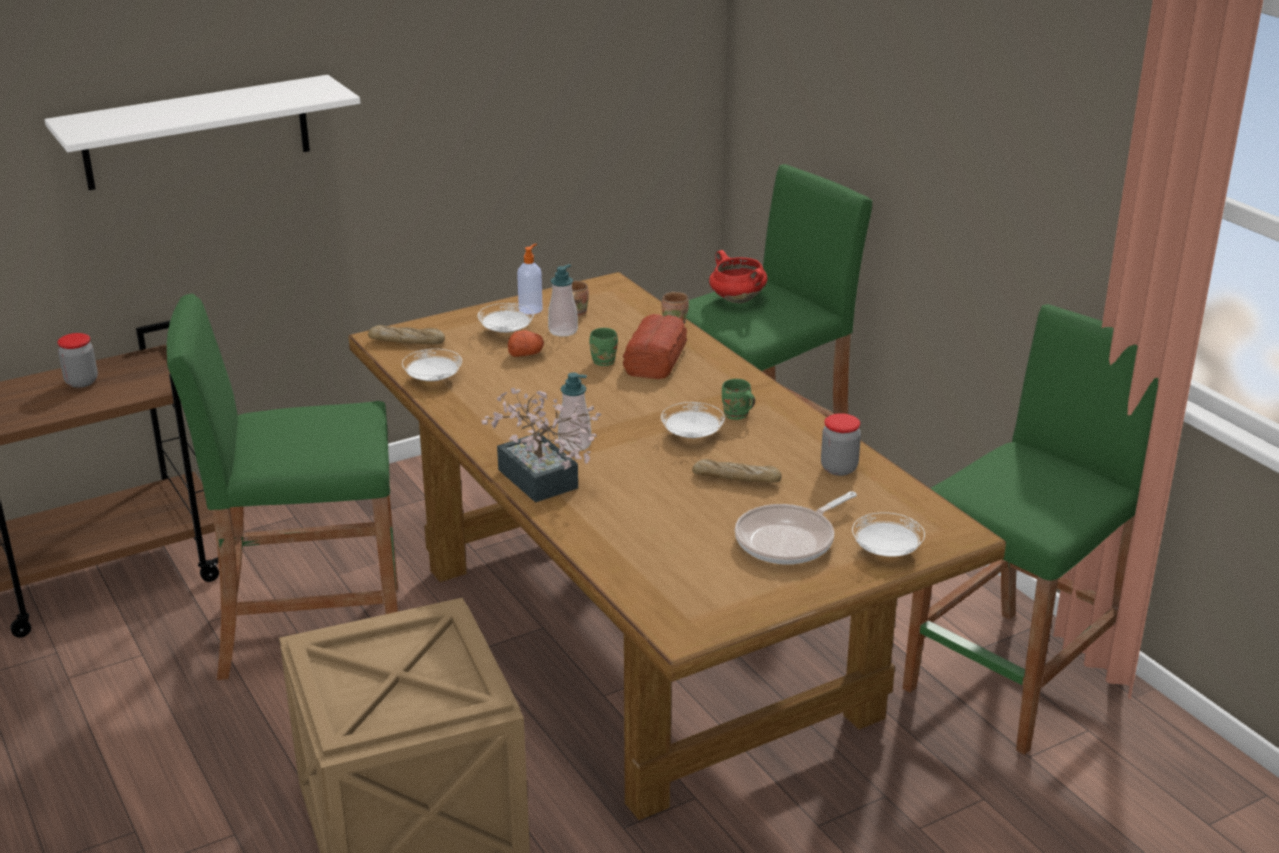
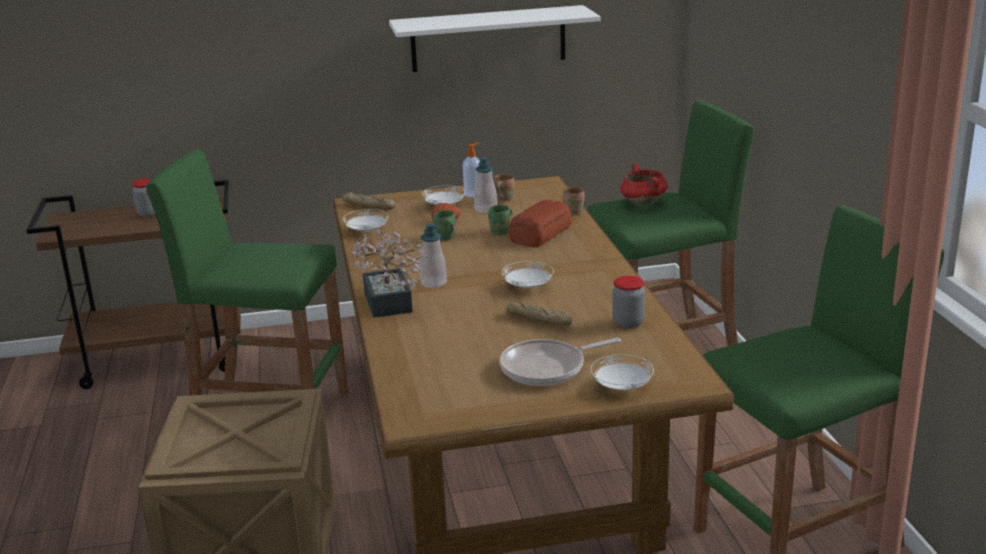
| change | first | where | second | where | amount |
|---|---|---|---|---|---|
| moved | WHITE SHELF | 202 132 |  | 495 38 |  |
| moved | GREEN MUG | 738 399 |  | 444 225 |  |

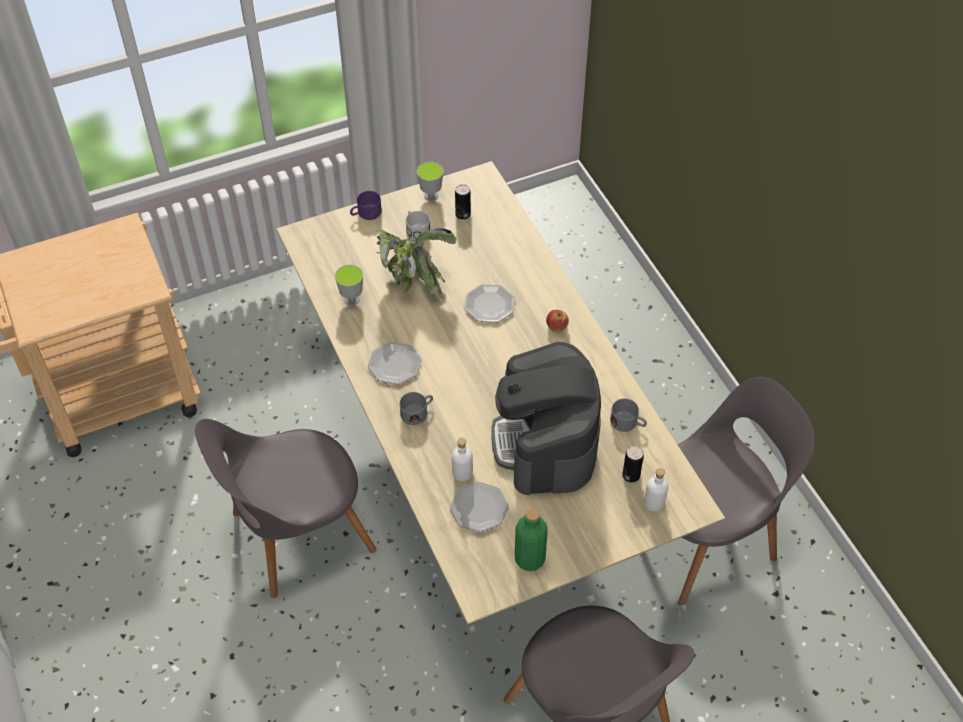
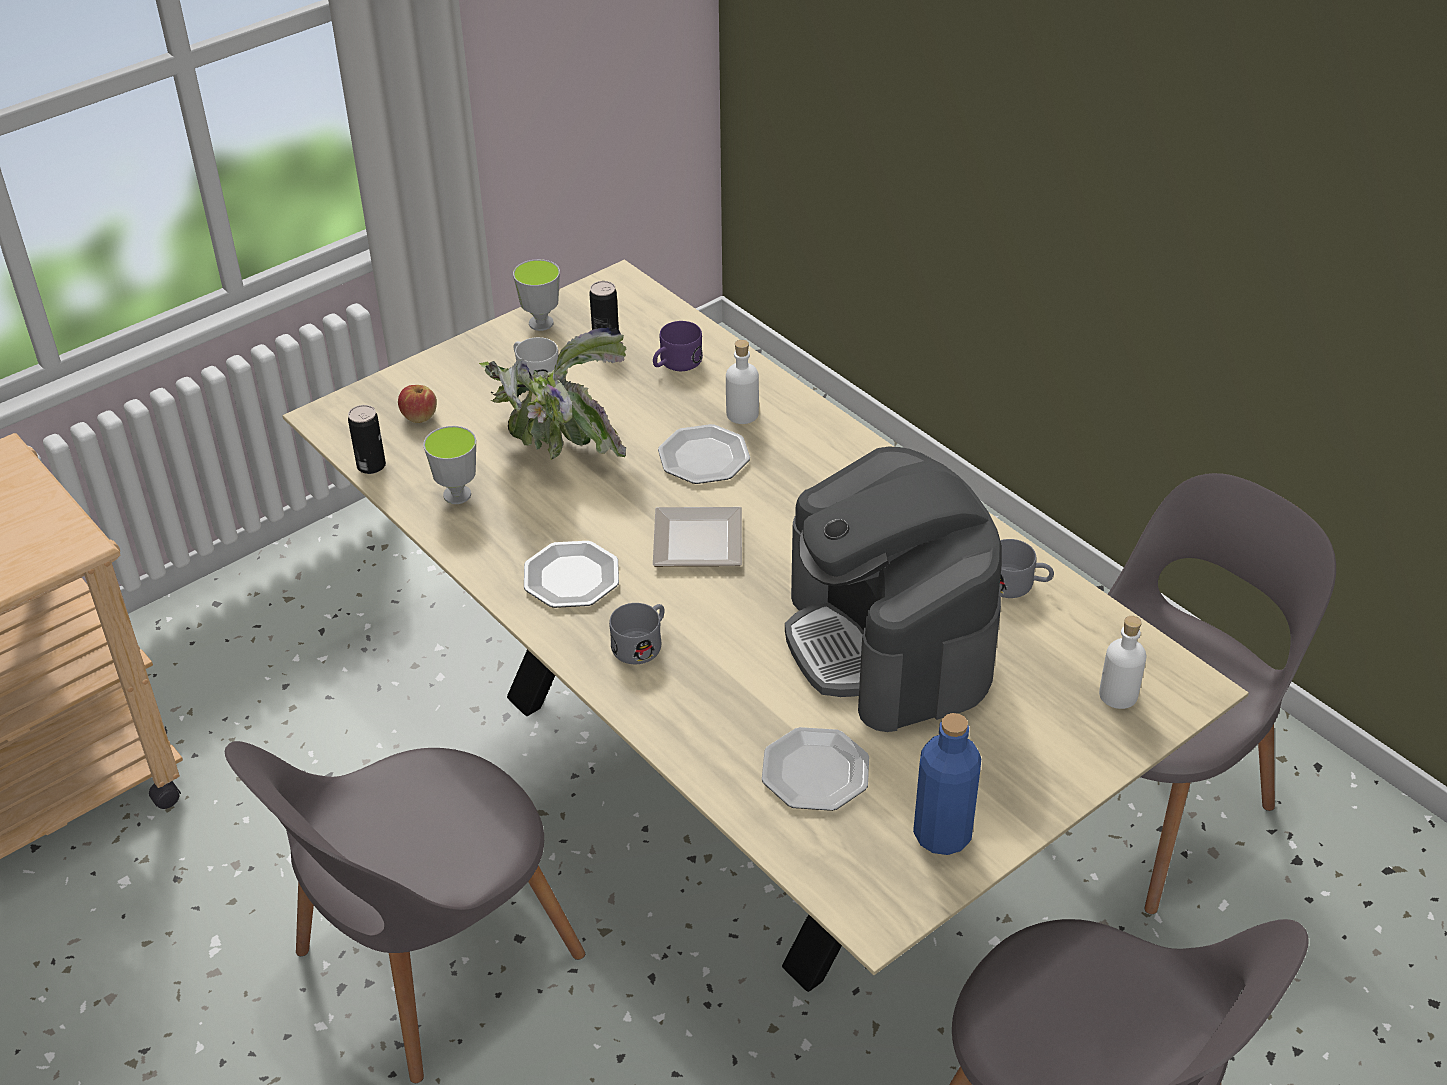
| change | first | where | second | where | amount |
|---|---|---|---|---|---|
| moved | PURPLE MUG | 366 205 |  | 678 346 |  |
| moved | WHITE BOTTLE | 462 459 |  | 742 382 |  |
| recoloured | GREEN BOTTLE | 531 539 | BLUE BOTTLE | 947 784 |  |
| moved | APPLE | 557 321 |  | 417 404 |  |
| moved | CAN | 633 464 |  | 367 439 |  |
| added |  |  | PLATE | 697 537 |  |

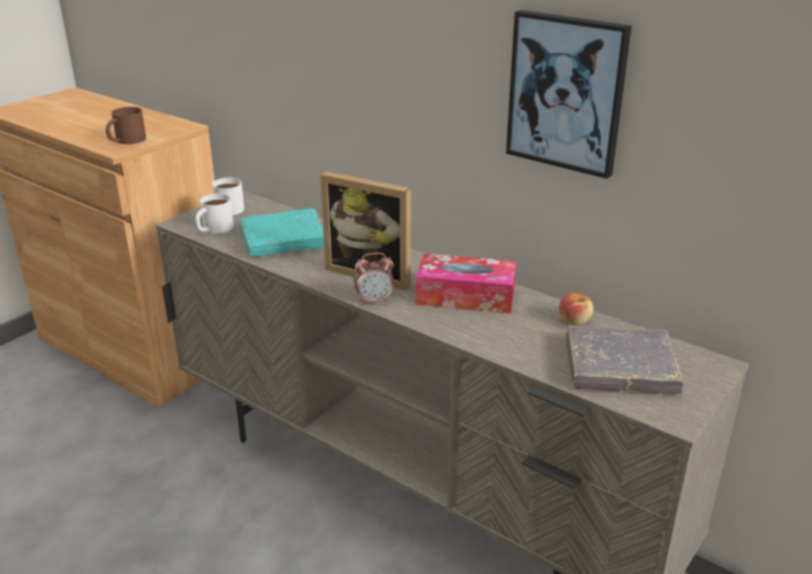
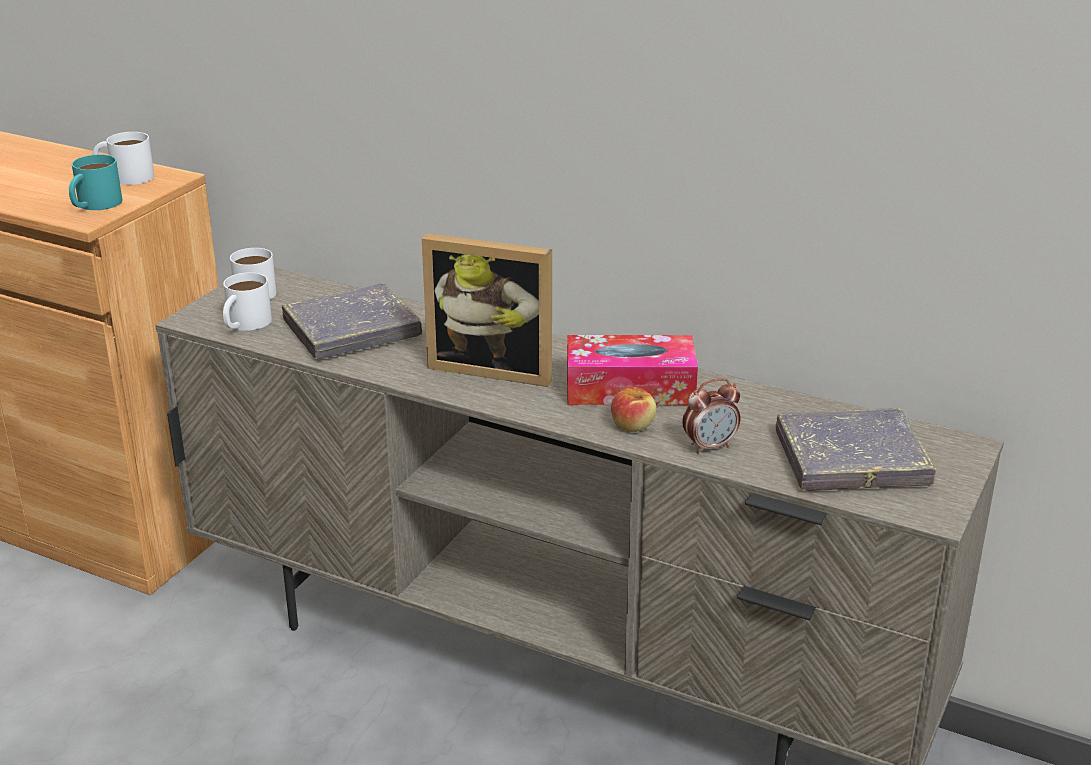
| change | first | where | second | where | amount |
|---|---|---|---|---|---|
| recoloured | BROWN MUG | 126 125 | TURQUOISE MUG | 95 182 |  |
| recoloured | TURQUOISE BOOK | 281 232 | GREY BOOK | 352 321 |  |
| moved | ALARM CLOCK | 374 278 |  | 711 416 |  |
| removed | PICTURE | 569 94 |  |  |  |
| moved | APPLE | 576 309 |  | 633 409 |  |
| added |  |  | WHITE MUG | 123 158 |  |

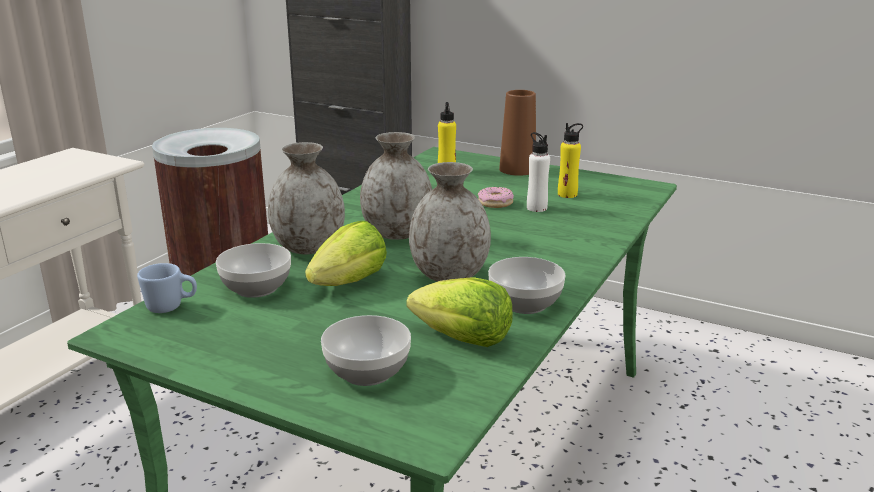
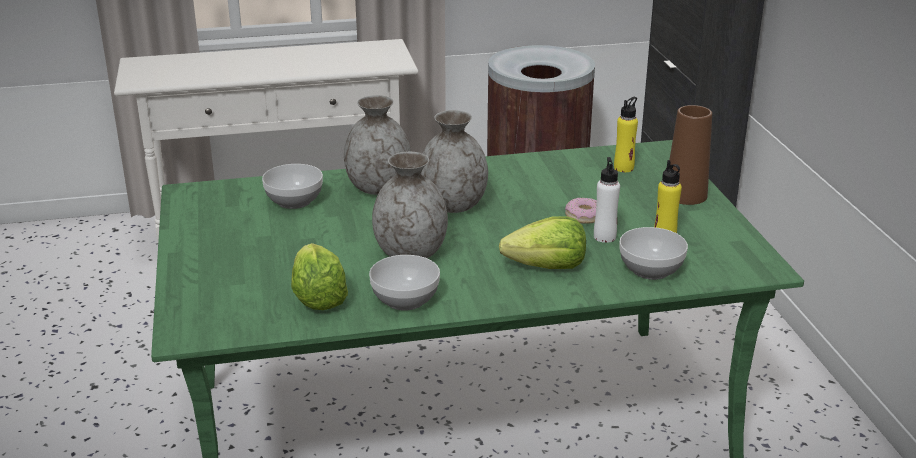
| change | first | where | second | where | amount |
|---|---|---|---|---|---|
| removed | BLUE MUG | 167 288 |  |  |  |
| moved | LETTUCE | 346 253 |  | 542 242 |  |
| moved | BOWL | 366 350 |  | 654 253 |  |

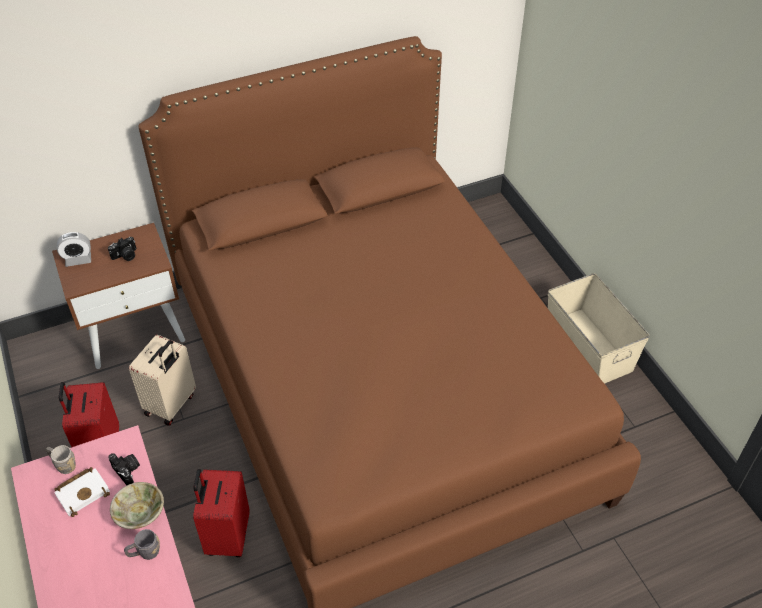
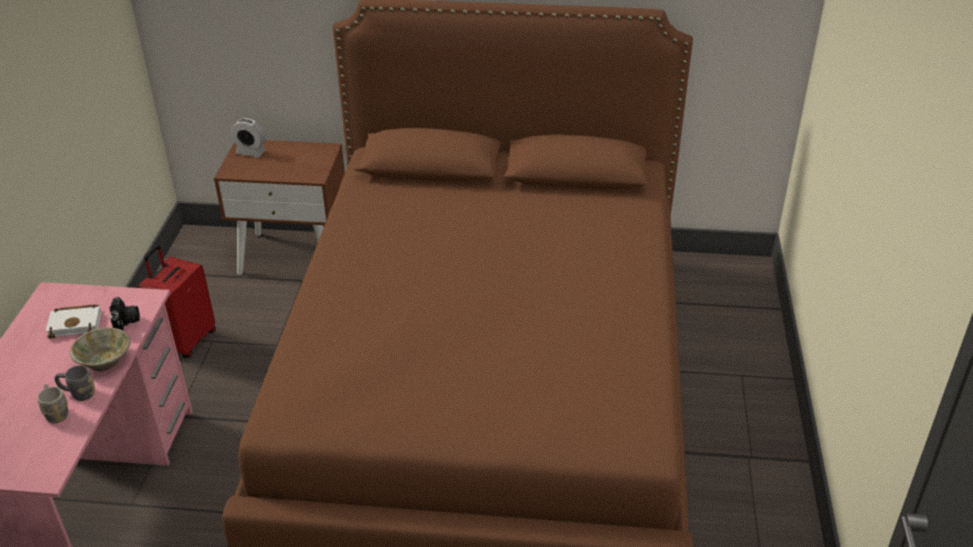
| change | first | where | second | where | amount |
|---|---|---|---|---|---|
| moved | GREY MUG | 61 459 |  | 53 403 |  |
| removed | PHOTO CAMERA | 122 249 |  |  |  |
| removed | BEIGE SUITCASE | 162 380 |  |  |  |
| removed | RED SUITCASE | 221 513 |  |  |  |
| removed | BEIGE STORAGE BOX | 599 328 |  |  |  |

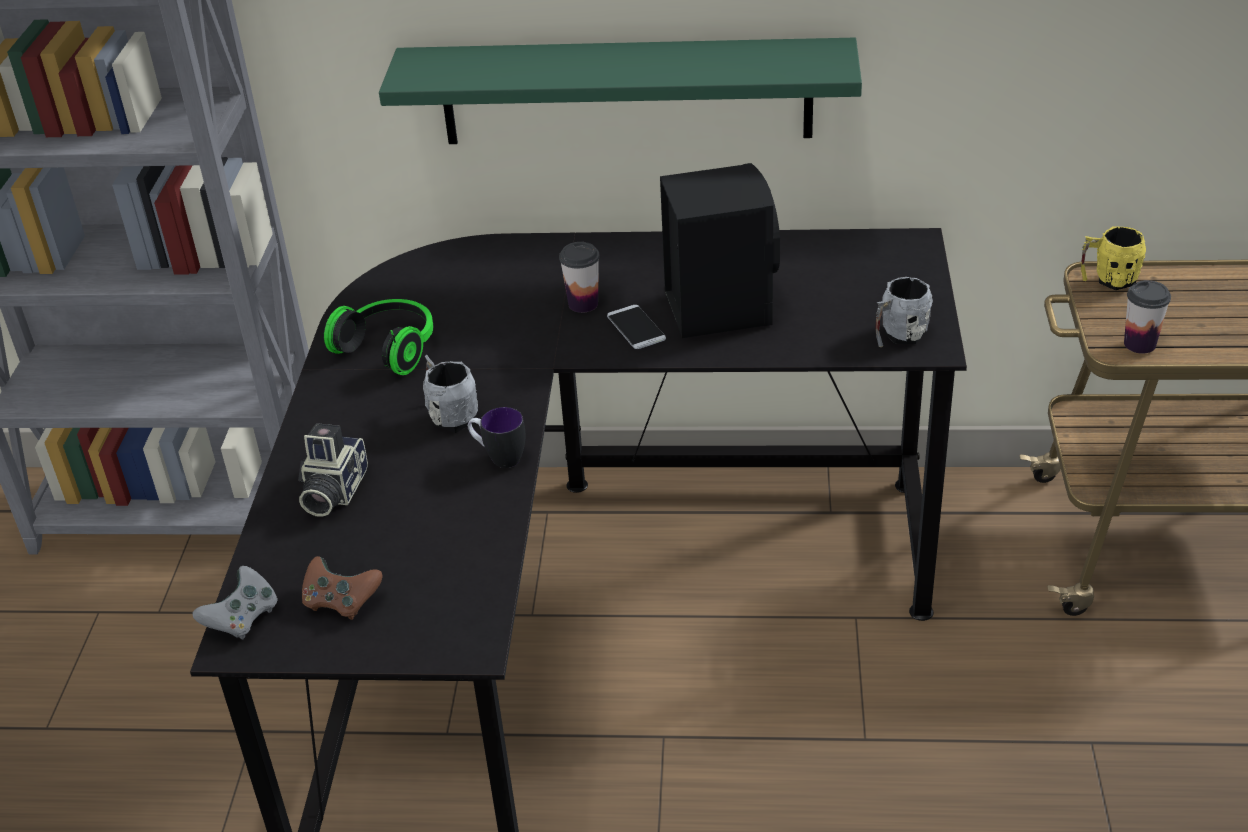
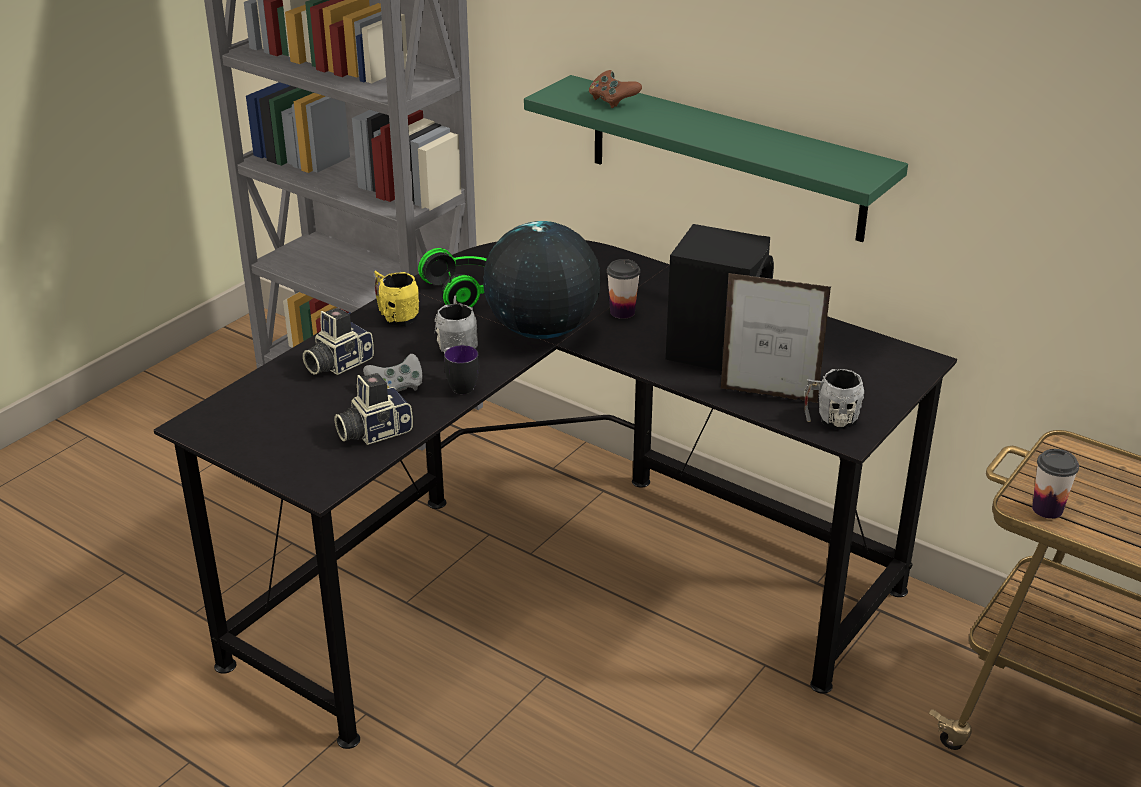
| change | first | where | second | where | amount |
|---|---|---|---|---|---|
| moved | GREY GAME CONTROLLER | 235 603 |  | 392 373 |  |
| moved | BROWN GAME CONTROLLER | 342 588 |  | 615 89 |  |
| removed | PHONE | 636 327 |  |  |  |
| moved | YELLOW MUG | 1113 258 |  | 396 298 |  |
| added |  |  | PHOTO CAMERA | 373 409 |  |
| added |  |  | GLOBE | 541 280 |  |
| added |  |  | PICTURE FRAME | 776 338 |  |

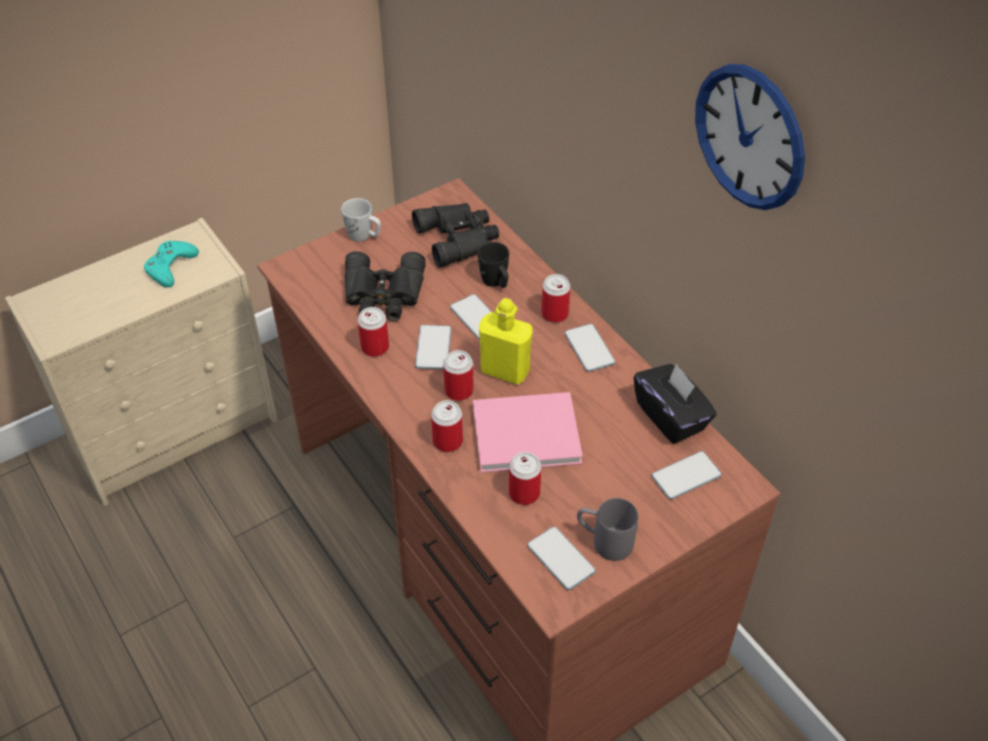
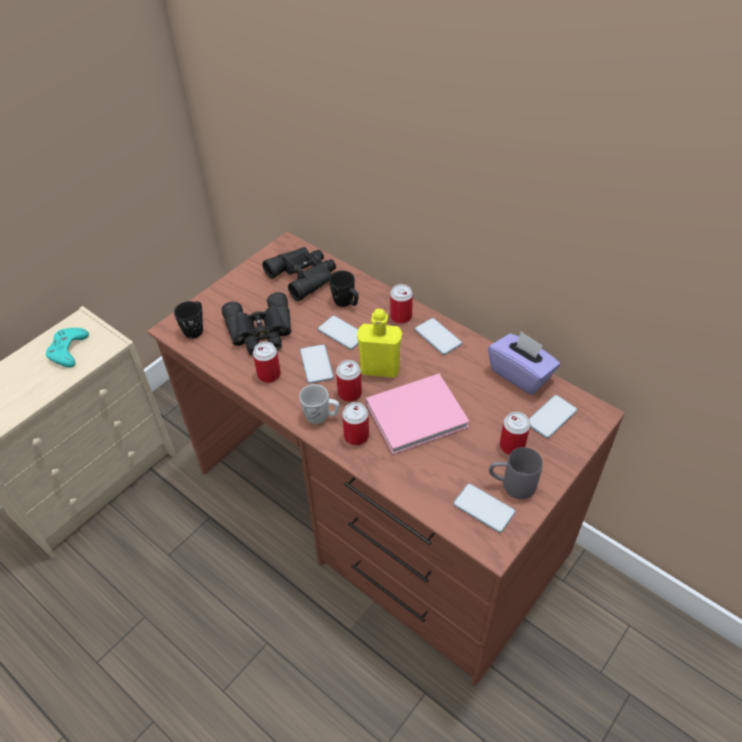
| change | first | where | second | where | amount |
|---|---|---|---|---|---|
| moved | WHITE MUG | 361 220 |  | 319 404 |  |
| moved | CAN | 525 478 |  | 515 433 |  |
| recoloured | BLACK TISSUE BOX | 675 403 | PURPLE TISSUE BOX | 524 363 |  |
| removed | WALL CLOCK | 750 137 |  |  |  |
| added |  |  | BLACK MUG | 188 319 |  |

